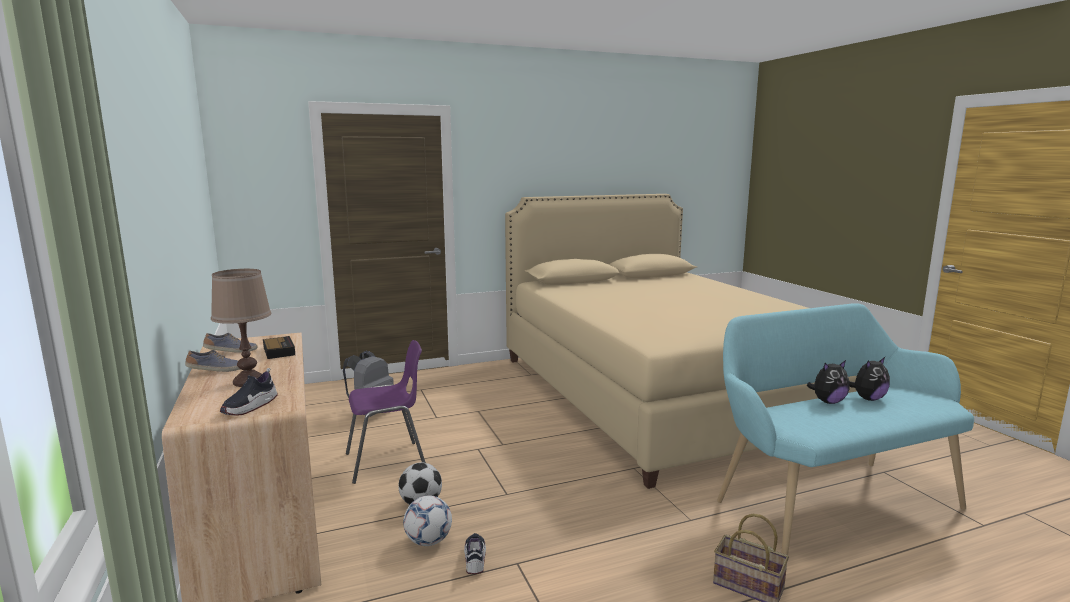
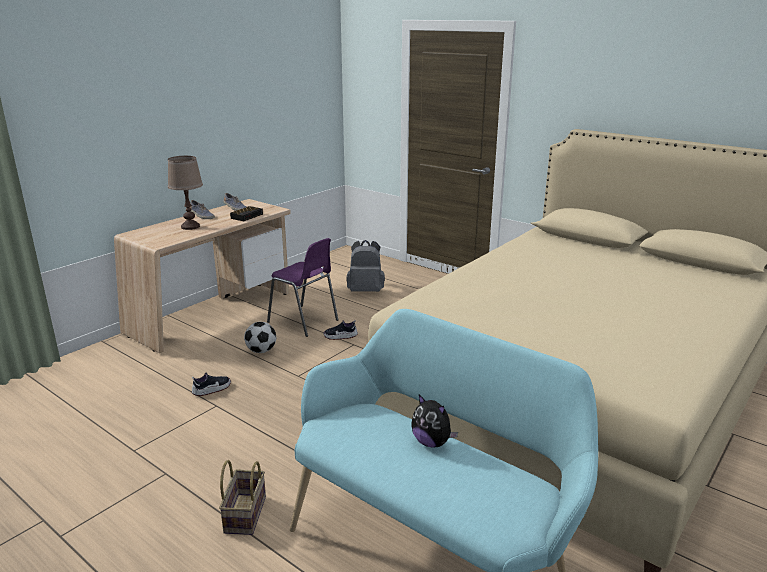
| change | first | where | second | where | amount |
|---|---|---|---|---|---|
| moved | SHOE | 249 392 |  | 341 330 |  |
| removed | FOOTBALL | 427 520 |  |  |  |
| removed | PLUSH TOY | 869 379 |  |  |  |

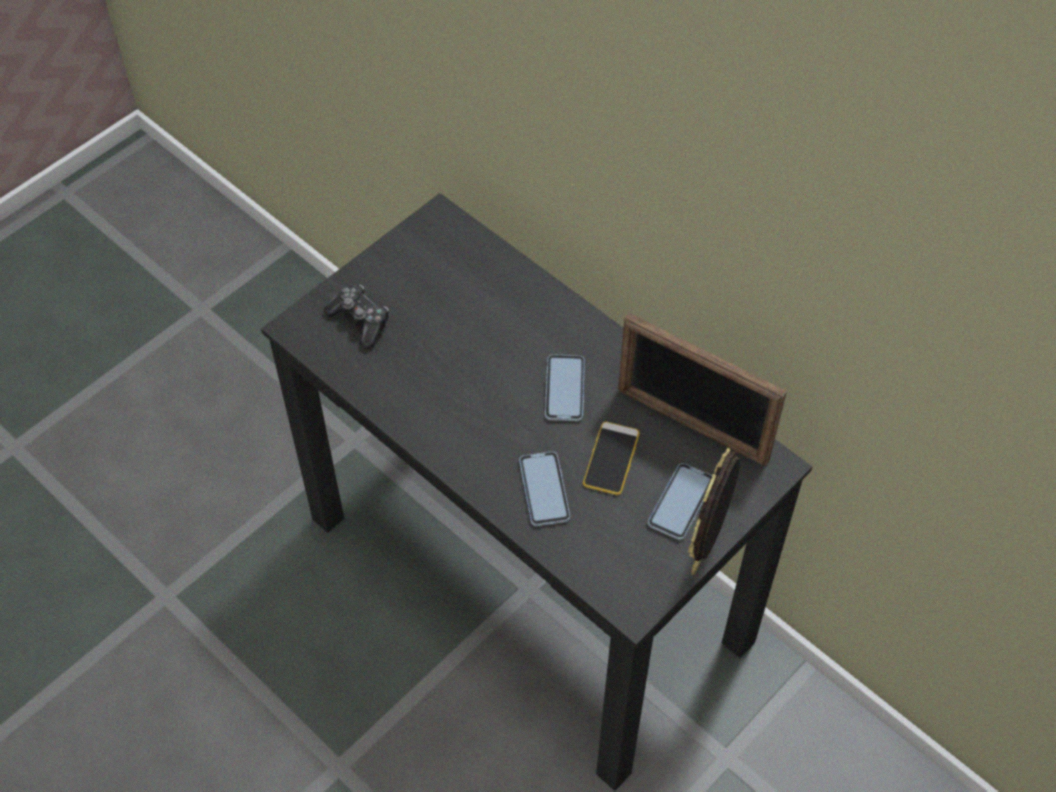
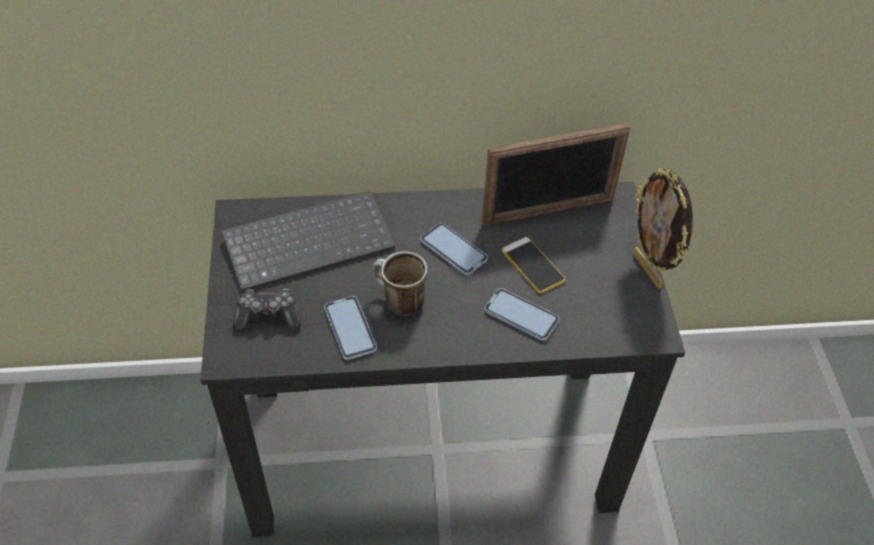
| change | first | where | second | where | amount |
|---|---|---|---|---|---|
| moved | PHONE | 680 501 |  | 350 328 |  |
| added |  |  | KEYBOARD | 308 241 |  |
| added |  |  | MUG | 399 283 |  |

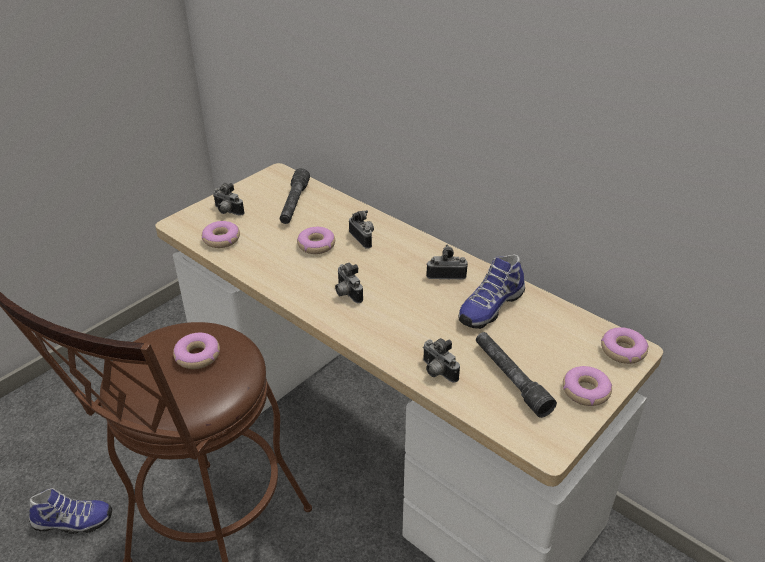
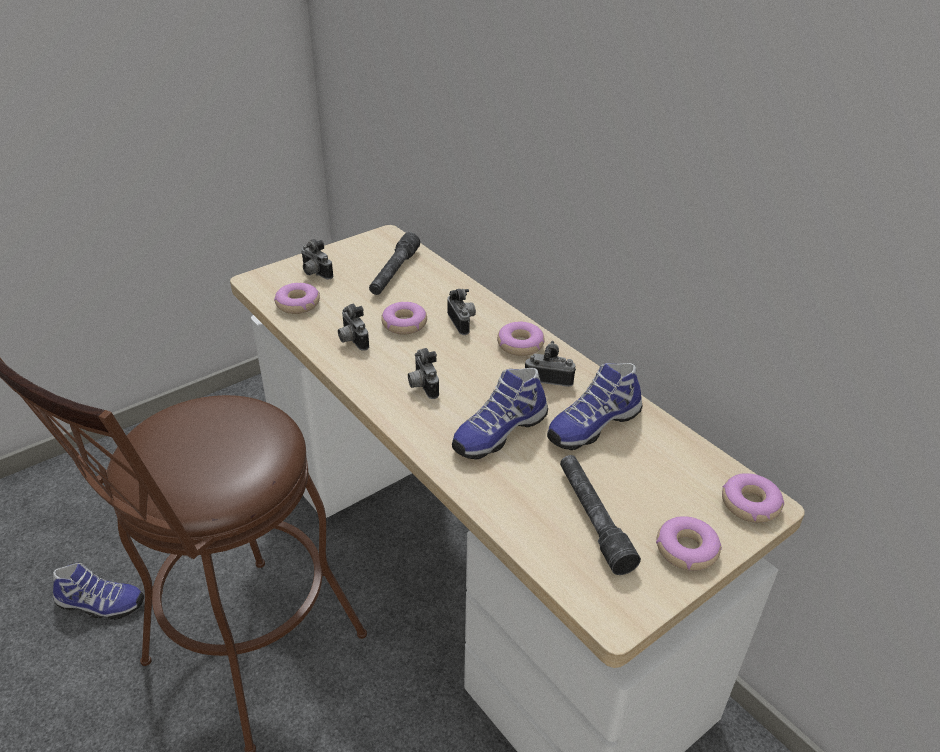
| change | first | where | second | where | amount |
|---|---|---|---|---|---|
| moved | DONUT | 196 351 |  | 521 339 |  |
| moved | PHOTO CAMERA | 441 360 |  | 353 327 |  |
| added |  |  | SHOE | 500 413 |  |

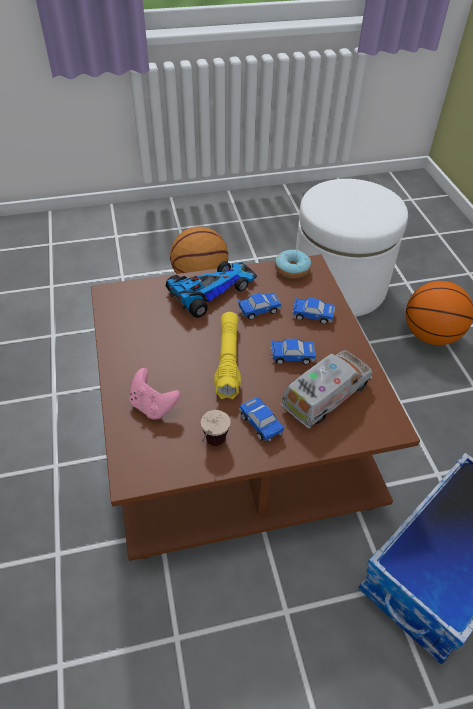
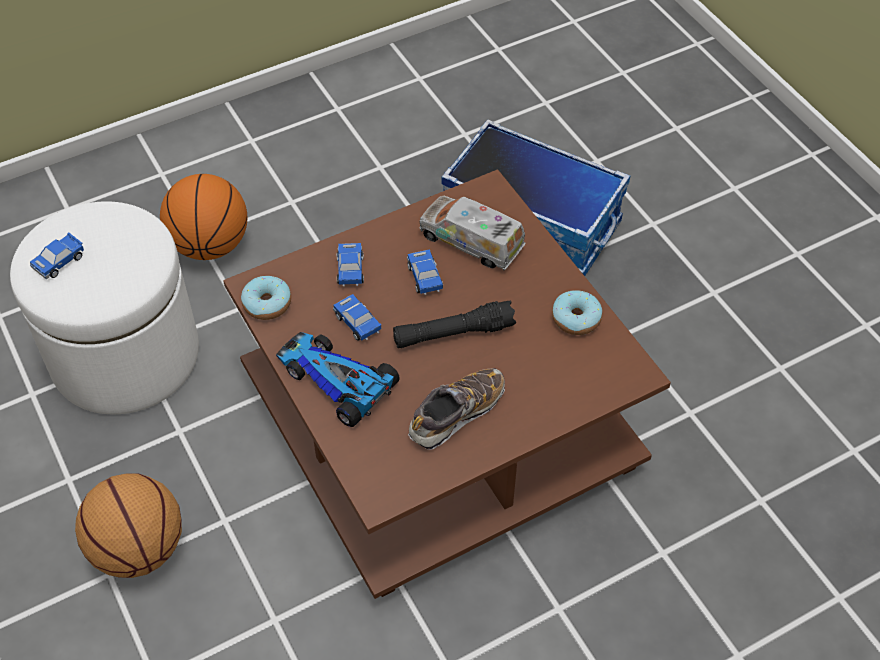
| change | first | where | second | where | amount |
|---|---|---|---|---|---|
| removed | PINK GAME CONTROLLER | 155 394 |  |  |  |
| replaced | CUP | 216 428 | DONUT | 577 312 |  |
| recoloured | YELLOW FLASHLIGHT | 227 355 | BLACK FLASHLIGHT | 454 324 |  |
| moved | TOY CAR | 261 418 |  | 57 255 |  |
| added |  |  | SHOE | 456 409 |  |

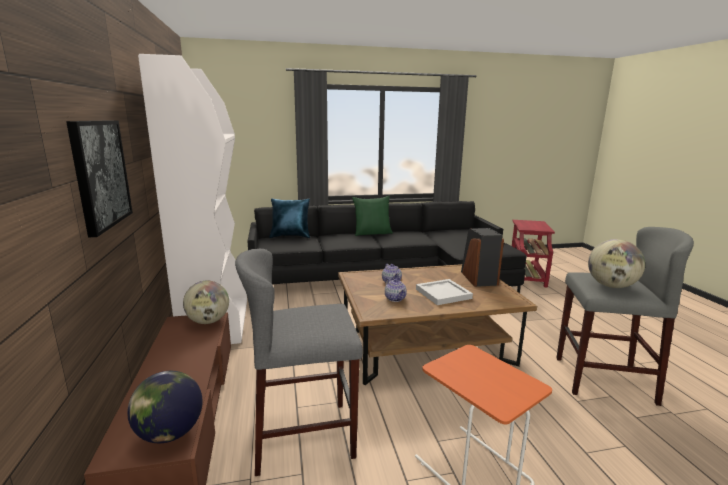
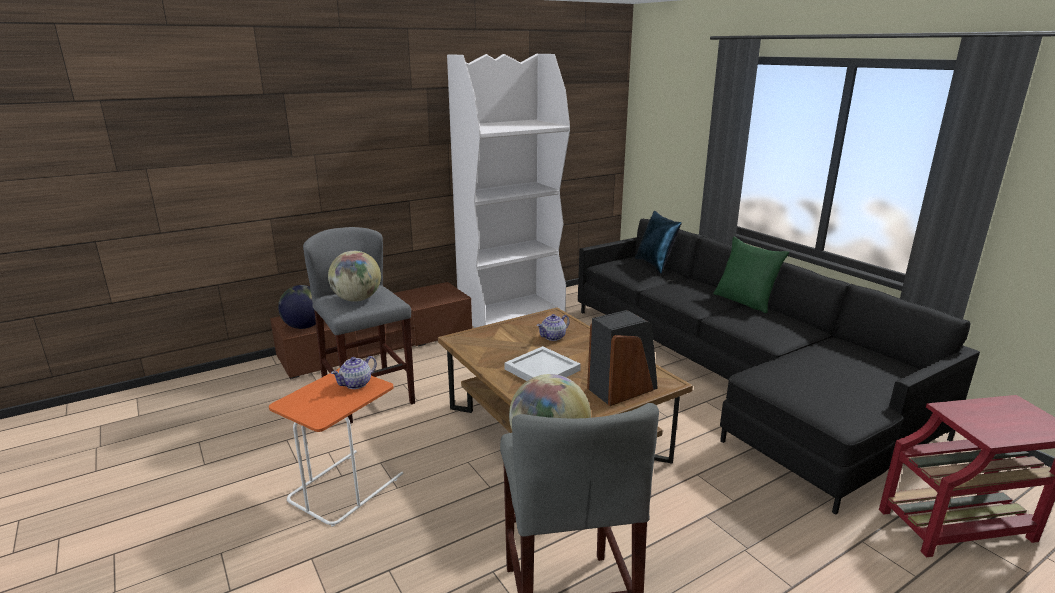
| change | first | where | second | where | amount |
|---|---|---|---|---|---|
| removed | PICTURE | 99 178 |  |  |  |
| moved | GLOBE | 206 302 |  | 354 276 |  |
| moved | TEAPOT | 396 290 |  | 354 372 |  |

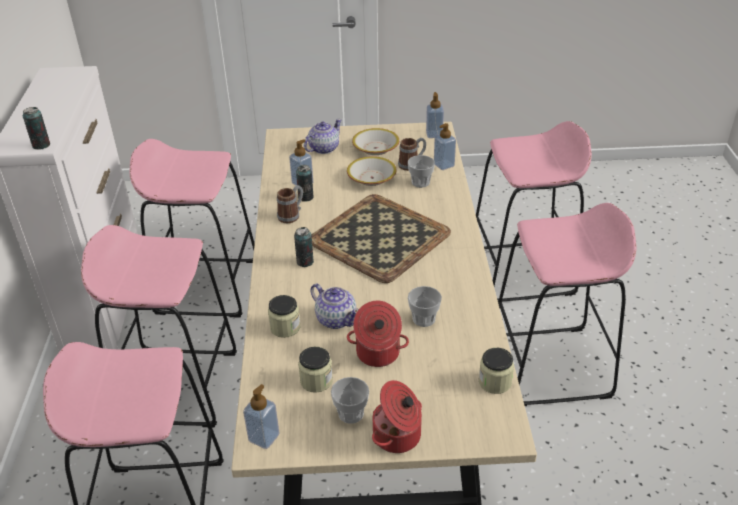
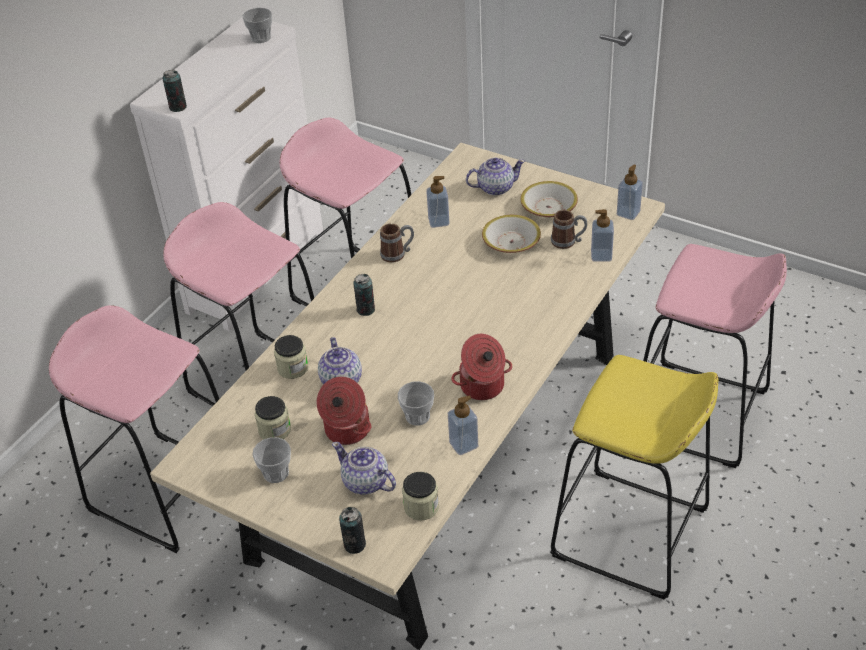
| change | first | where | second | where | amount |
|---|---|---|---|---|---|
| moved | SOAP DISPENSER | 261 416 |  | 463 425 |  |
| moved | CAN | 305 183 |  | 352 530 |  |
| removed | TRAY | 381 238 |  |  |  |
| moved | COOKING POT | 397 416 |  | 482 367 |  |
| moved | CUP | 421 171 |  | 257 25 |  |
| recoloured | PINK STOOL | 567 304 | YELLOW STOOL | 634 477 |  |
| added |  |  | TEAPOT | 364 468 |  |

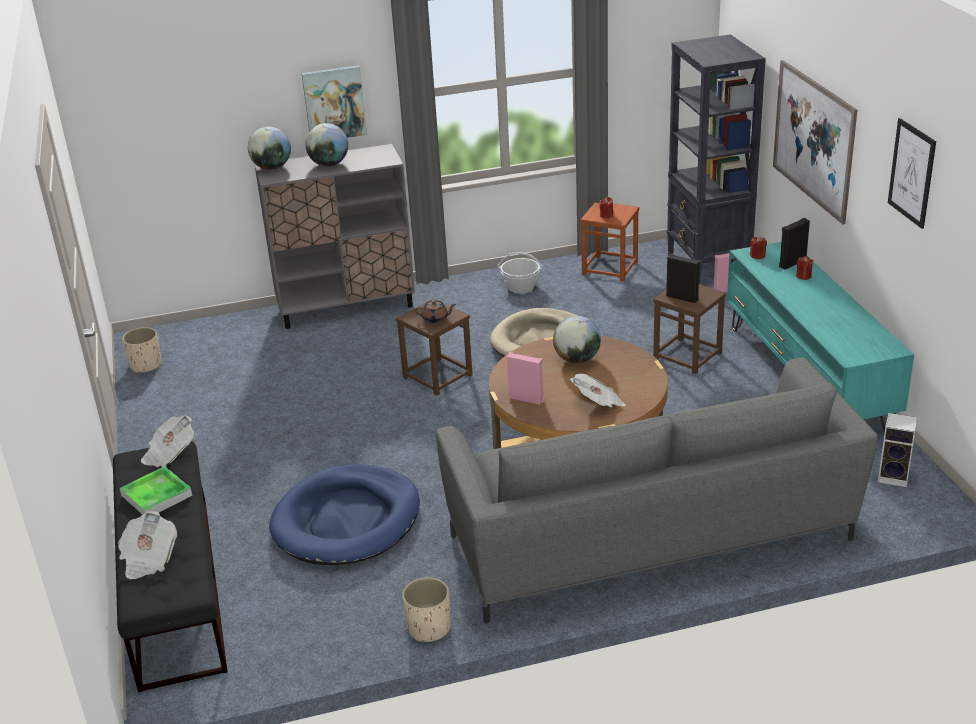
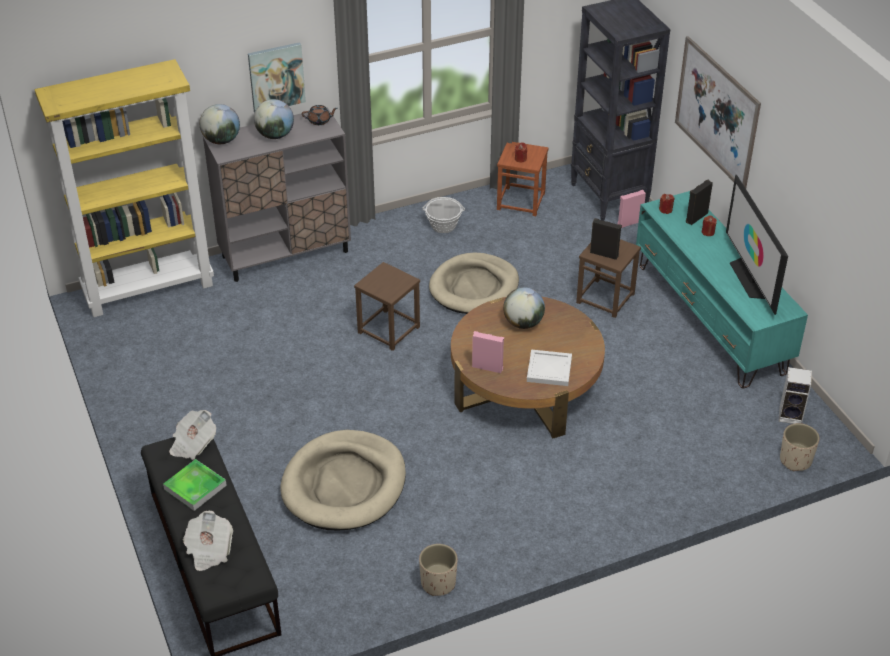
| change | first | where | second | where | amount |
|---|---|---|---|---|---|
| moved | BEIGE PLANTER | 141 350 |  | 800 447 |  |
| recoloured | BLUE DOG BED | 344 514 | BEIGE DOG BED | 343 480 |  |
| moved | BROWN TEAPOT | 435 311 |  | 319 115 |  |
| removed | GREY SOFA | 657 490 |  |  |  |
| replaced | NEWSPAPER | 598 390 | WHITE TRAY | 549 367 |  |
| removed | PICTURE | 912 173 |  |  |  |
| added |  |  | YELLOW BOOKCASE | 124 188 |  |
| added |  |  | TELEVISION | 757 245 |  |

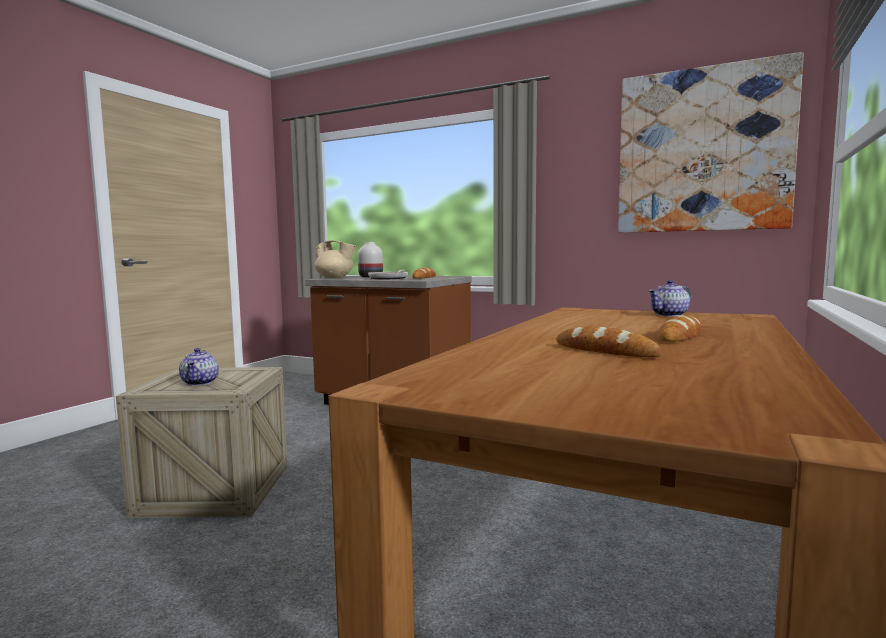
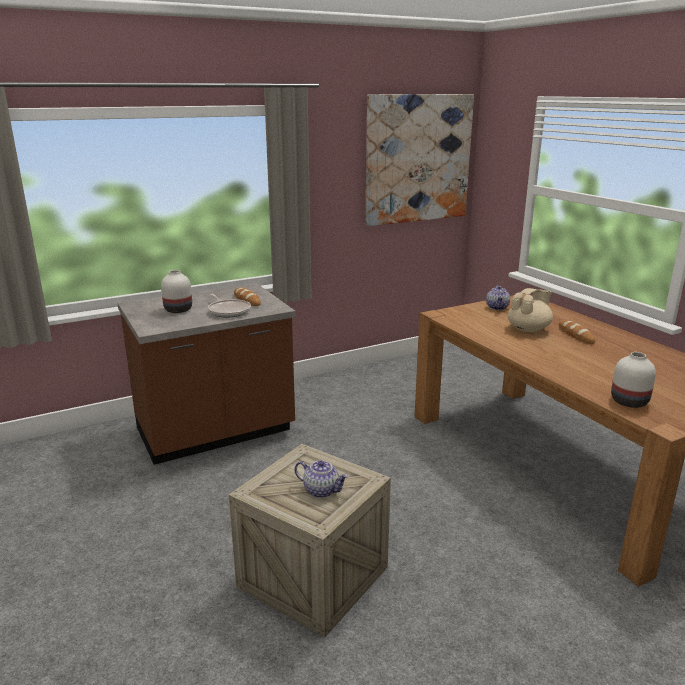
| change | first | where | second | where | amount |
|---|---|---|---|---|---|
| moved | BEIGE TEAPOT | 335 259 |  | 530 310 |  |
| removed | BREAD | 609 341 |  |  |  |
| added |  |  | WHITE VASE | 633 380 |  |

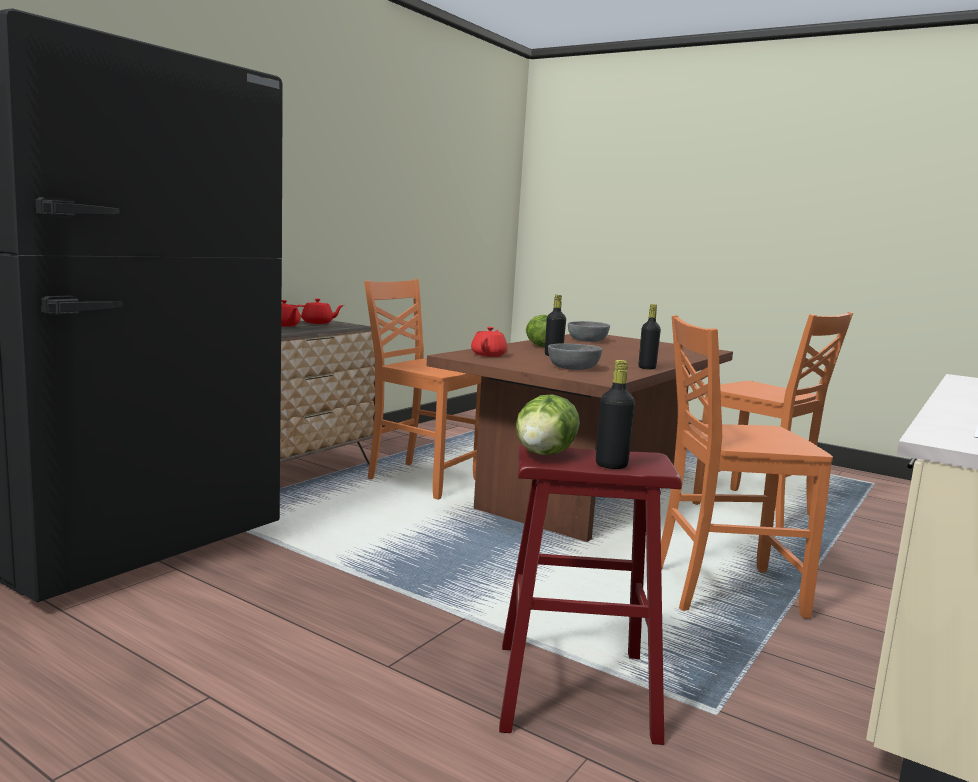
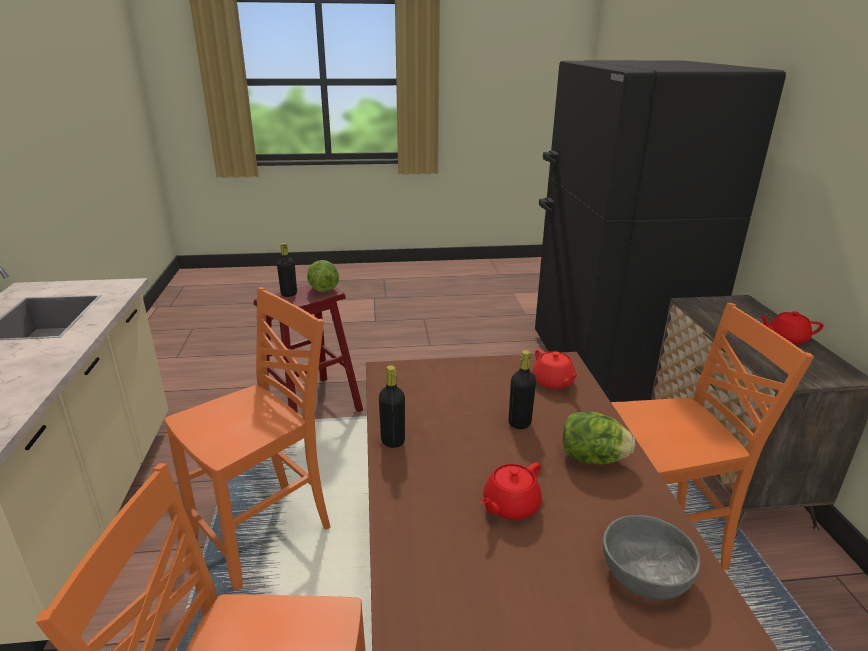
| change | first | where | second | where | amount |
|---|---|---|---|---|---|
| moved | RED TEAPOT | 320 311 |  | 511 491 |  |
| removed | GREY BOWL | 575 357 |  |  |  |

